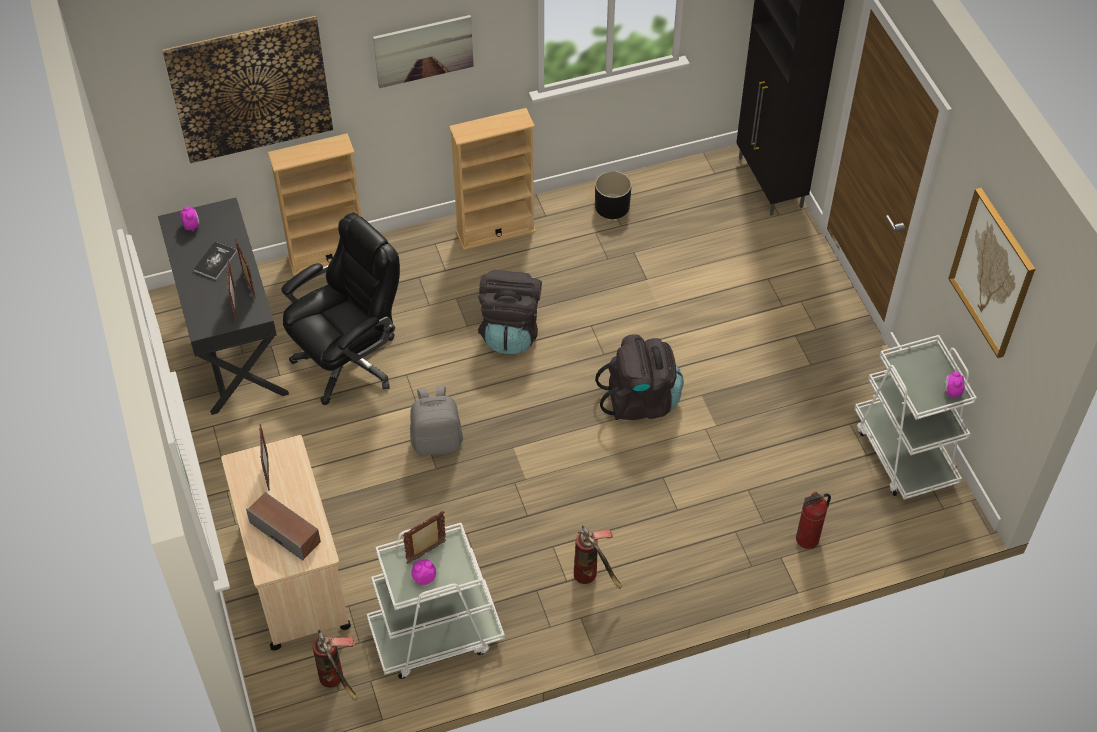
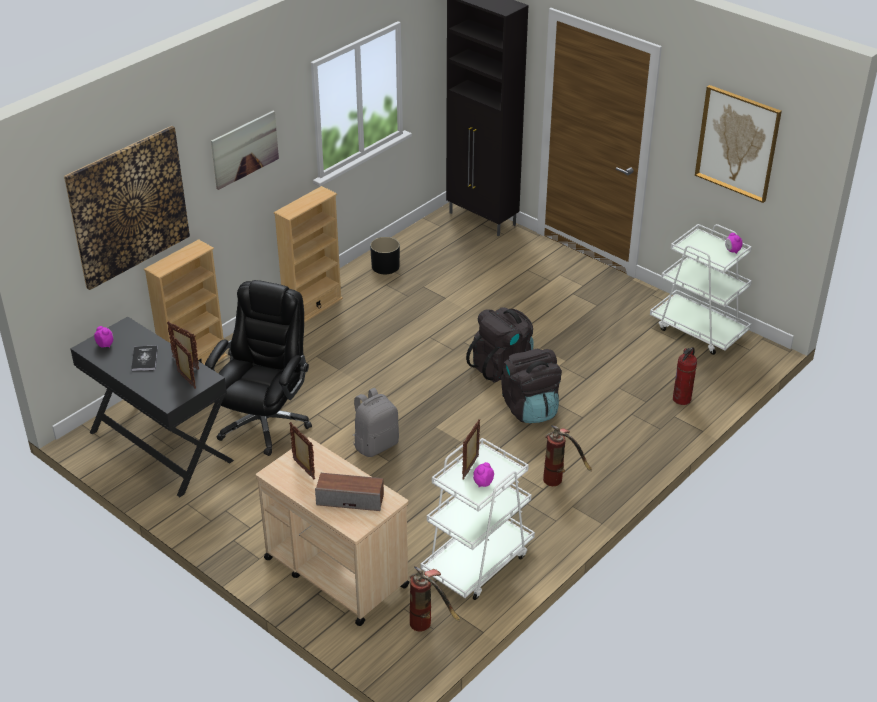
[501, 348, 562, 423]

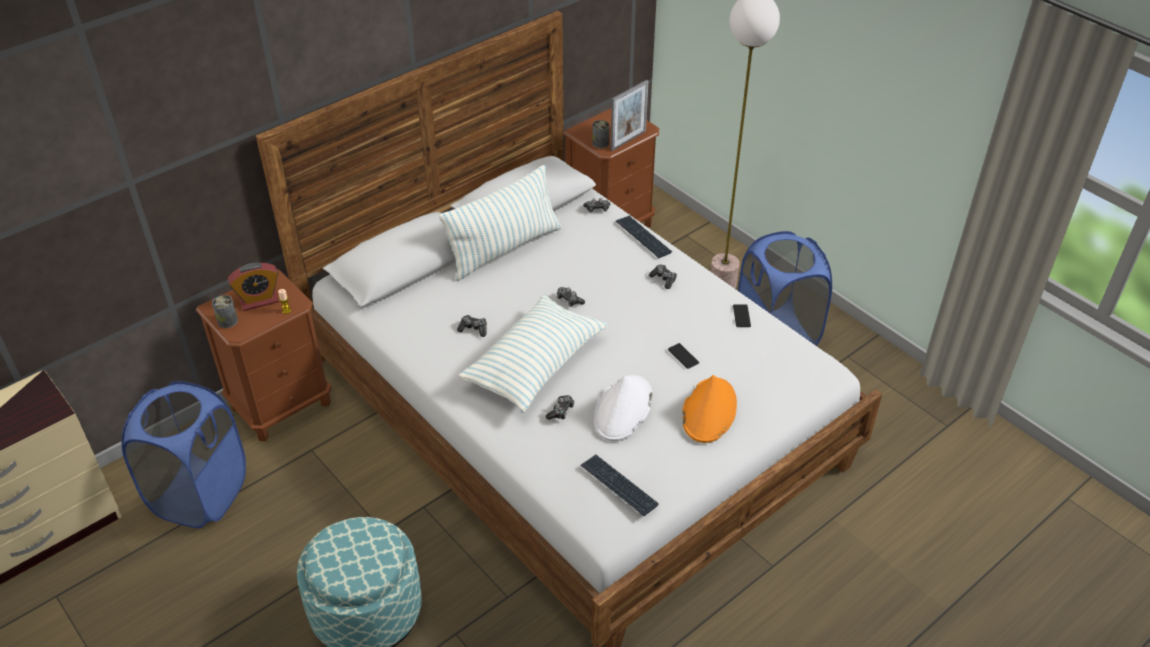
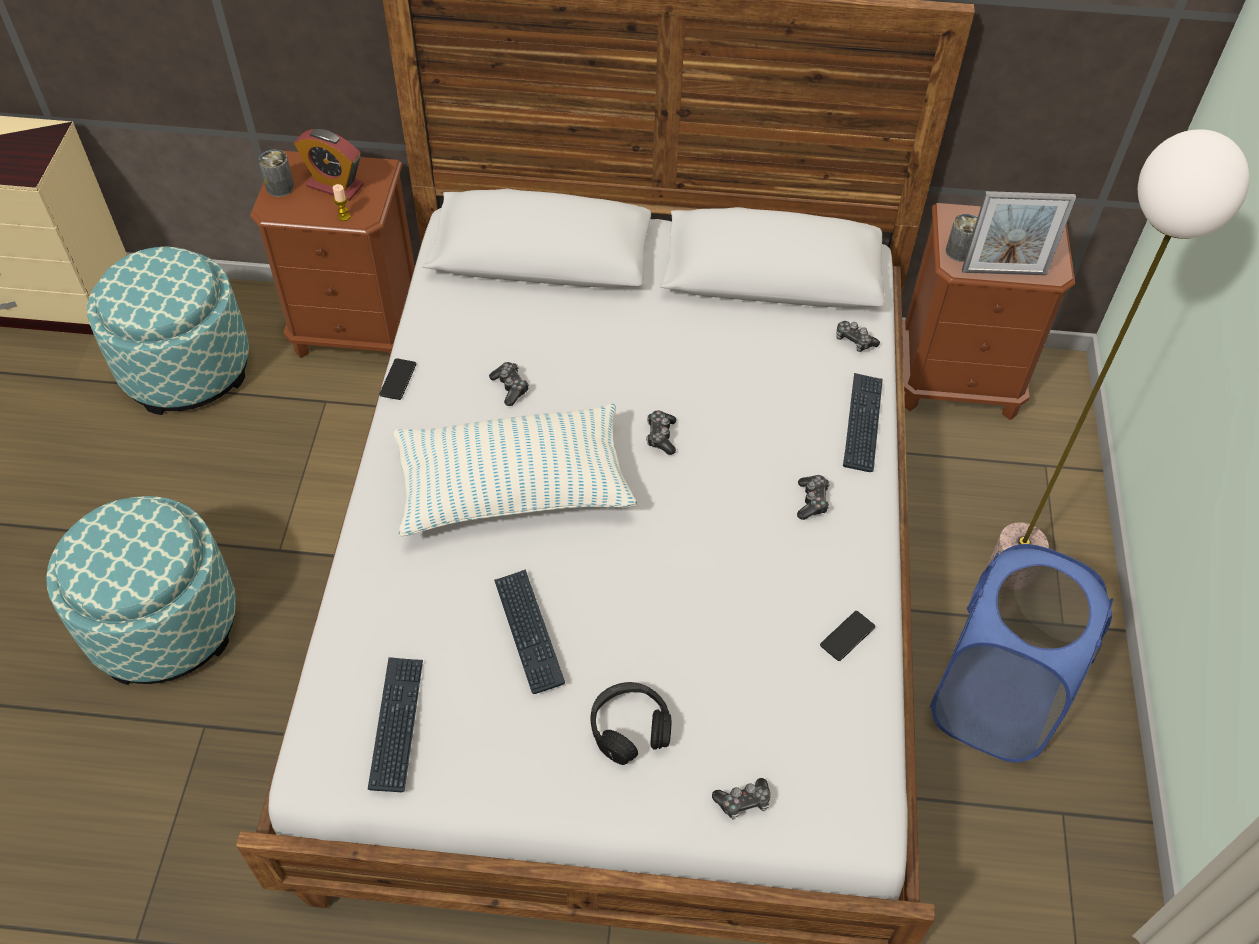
[87, 247, 249, 415]
[379, 358, 416, 400]
[494, 569, 565, 694]
[591, 682, 672, 765]
[712, 778, 771, 819]
[439, 164, 562, 281] (first image)

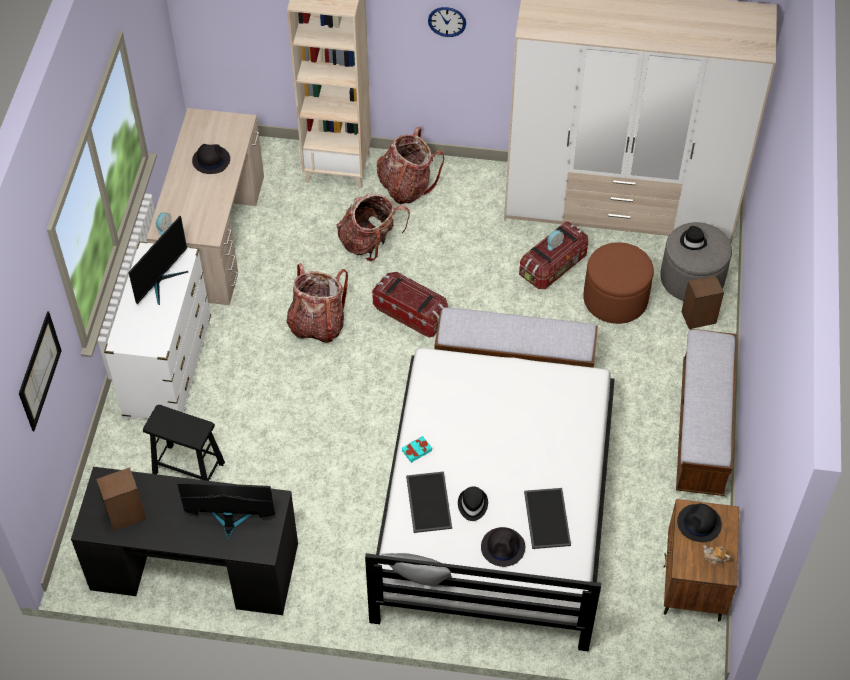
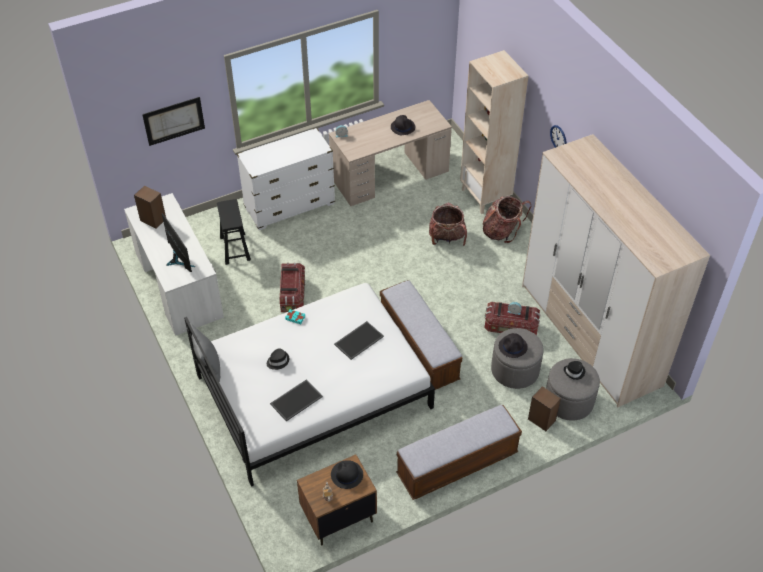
[124, 193, 224, 336]
[279, 263, 305, 312]
[334, 321, 384, 360]
[491, 328, 544, 389]
[499, 333, 528, 358]
[128, 216, 188, 305] (first image)
[287, 263, 348, 343] (first image)

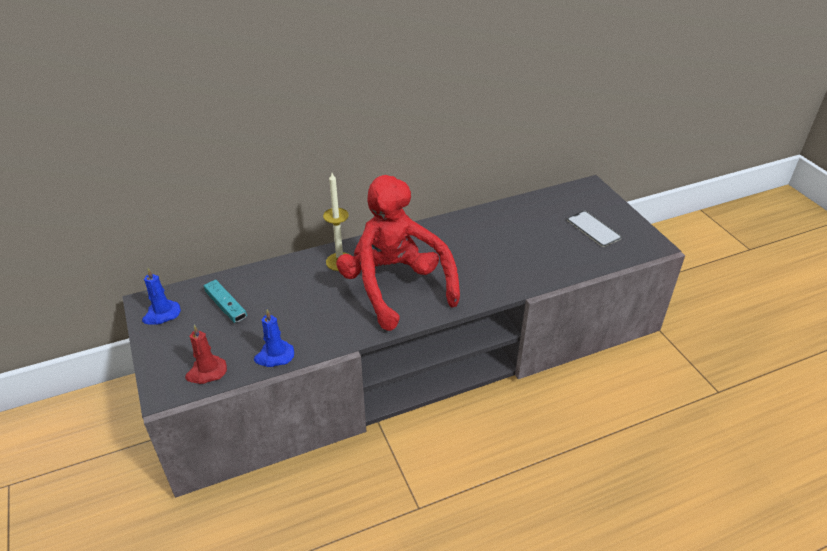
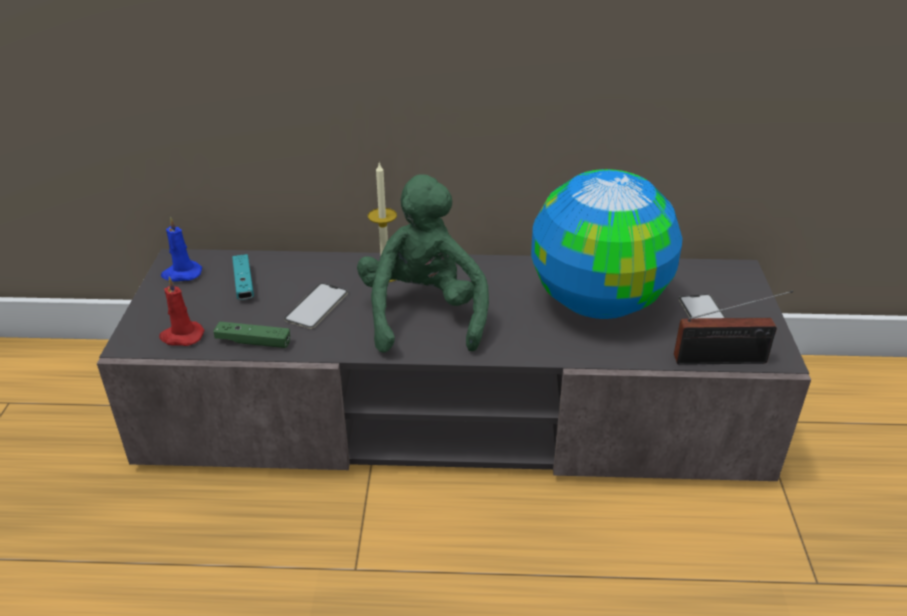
[213, 322, 290, 348]
[284, 283, 348, 329]
[357, 174, 489, 353]
[531, 169, 682, 319]
[674, 290, 793, 365]

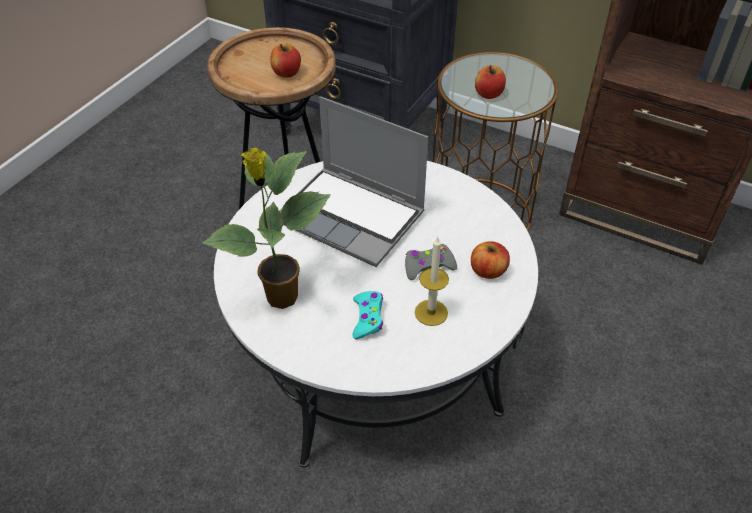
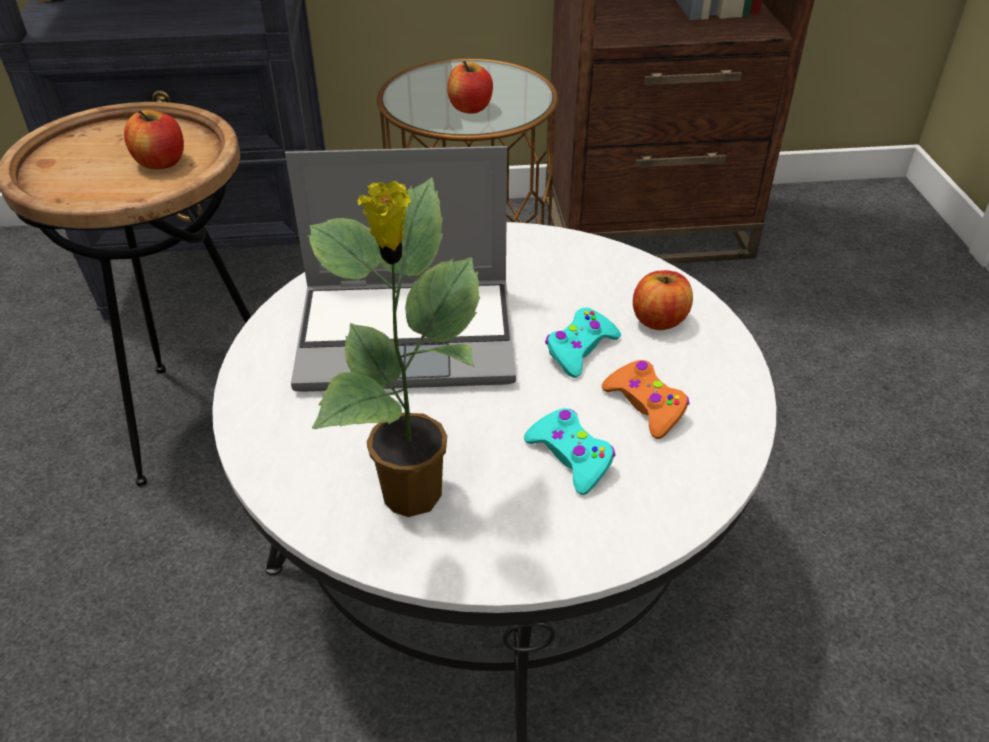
[545, 307, 621, 378]
[602, 360, 689, 439]

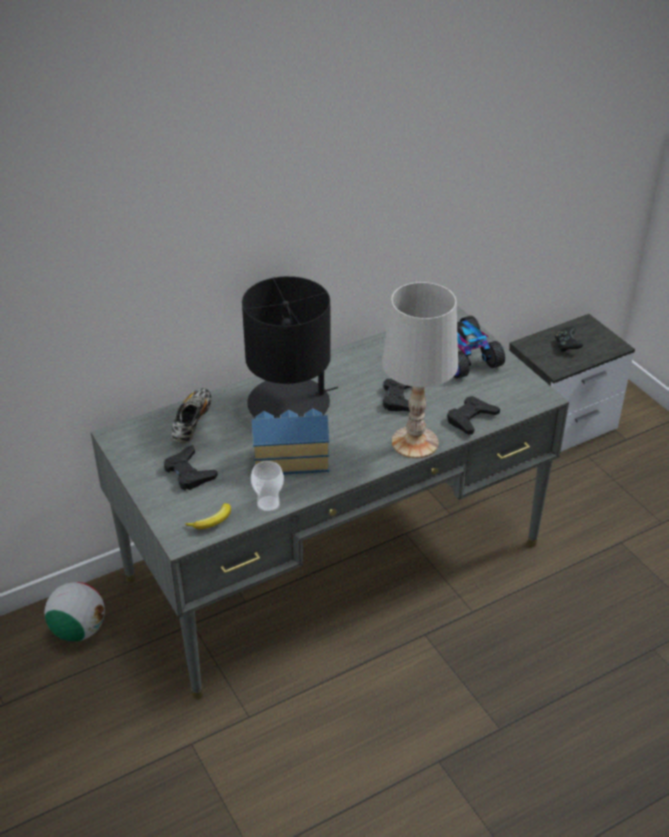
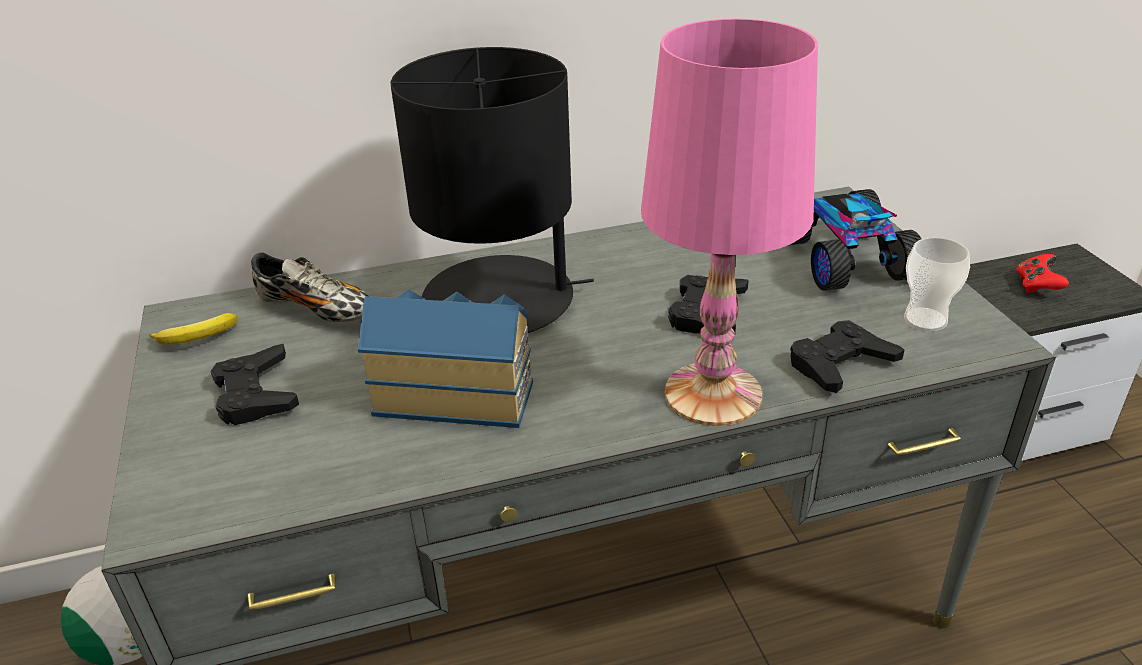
[149, 313, 237, 344]
[251, 252, 368, 322]
[641, 18, 818, 426]
[904, 237, 970, 331]
[1016, 254, 1069, 293]

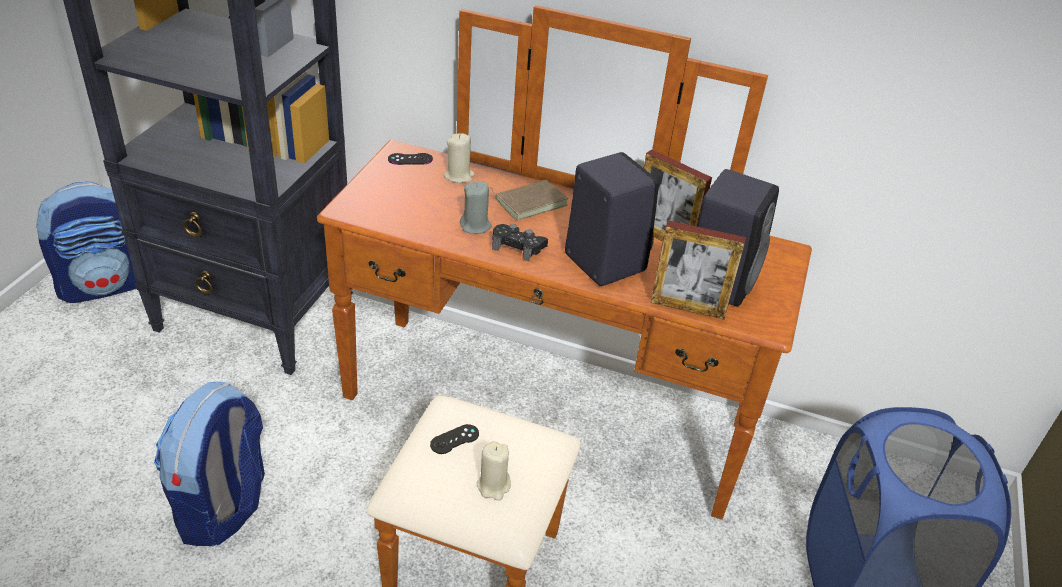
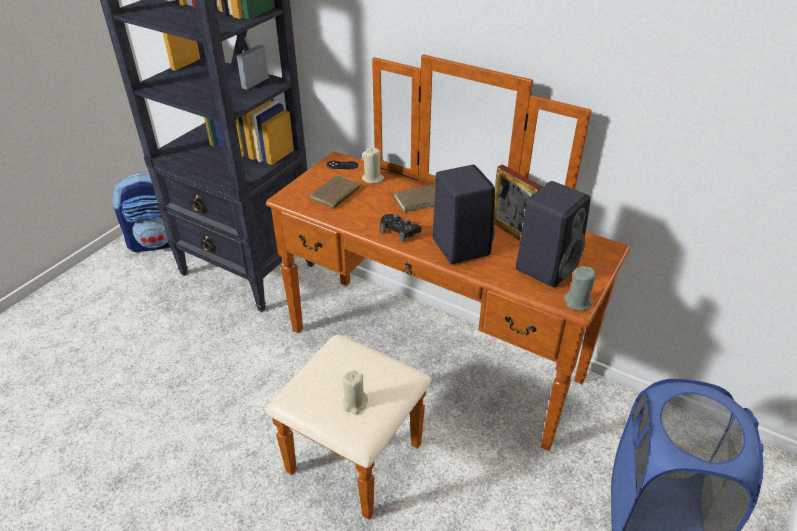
[310, 175, 368, 208]
[564, 266, 596, 311]
[154, 382, 265, 546] (first image)
[430, 424, 479, 454] (first image)
[651, 220, 746, 320] (first image)

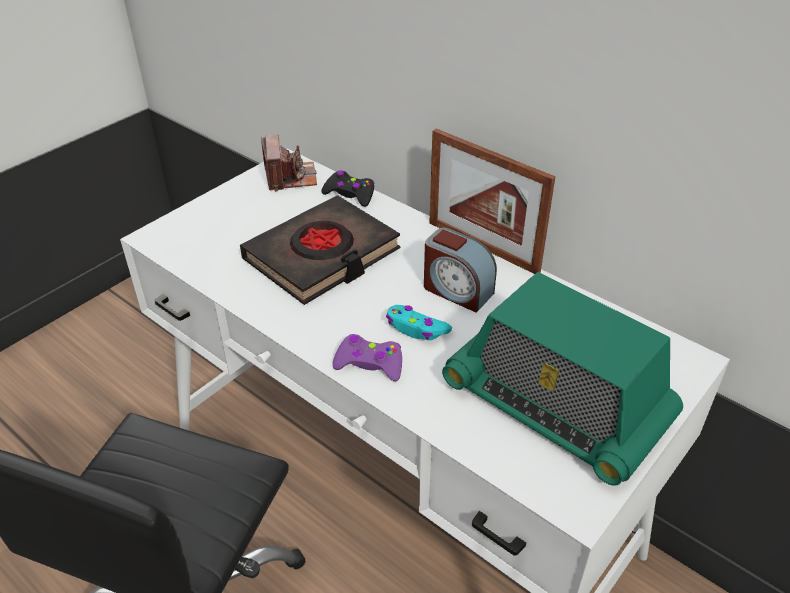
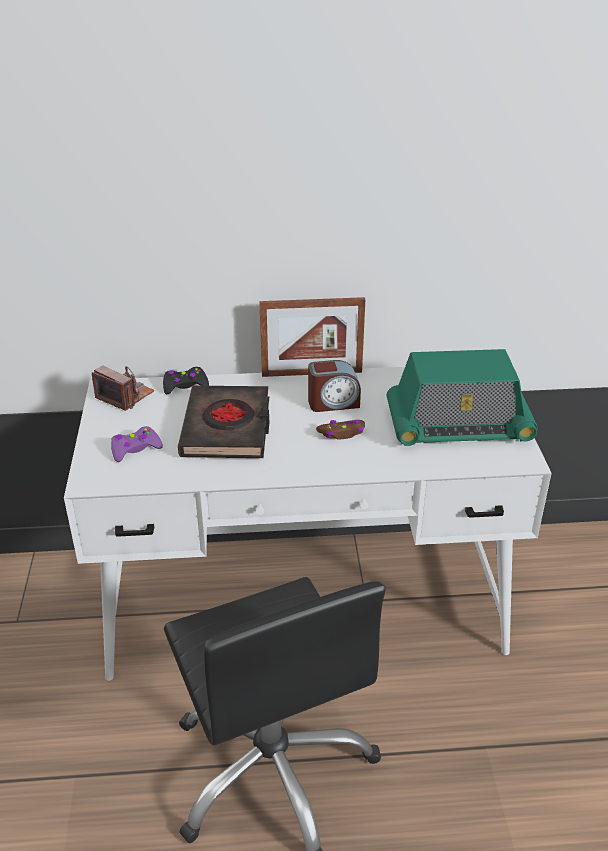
[111, 426, 163, 462]
[316, 420, 365, 440]

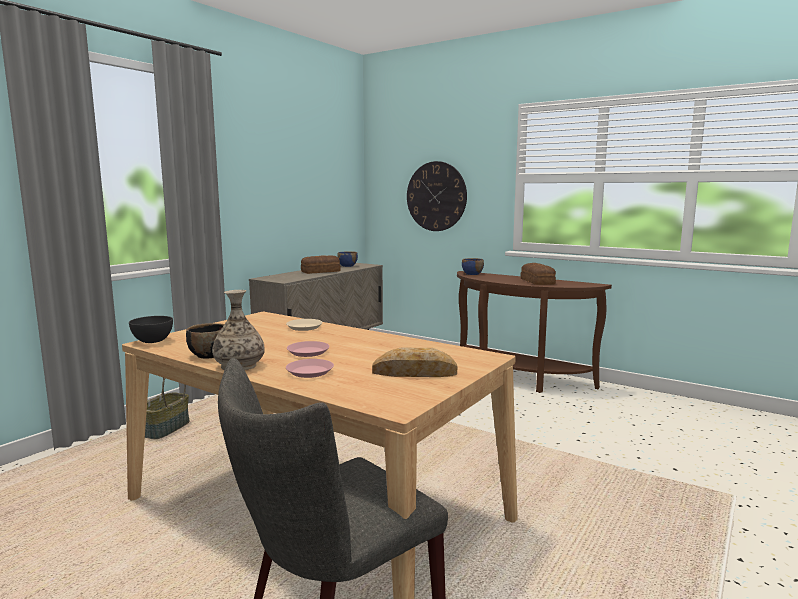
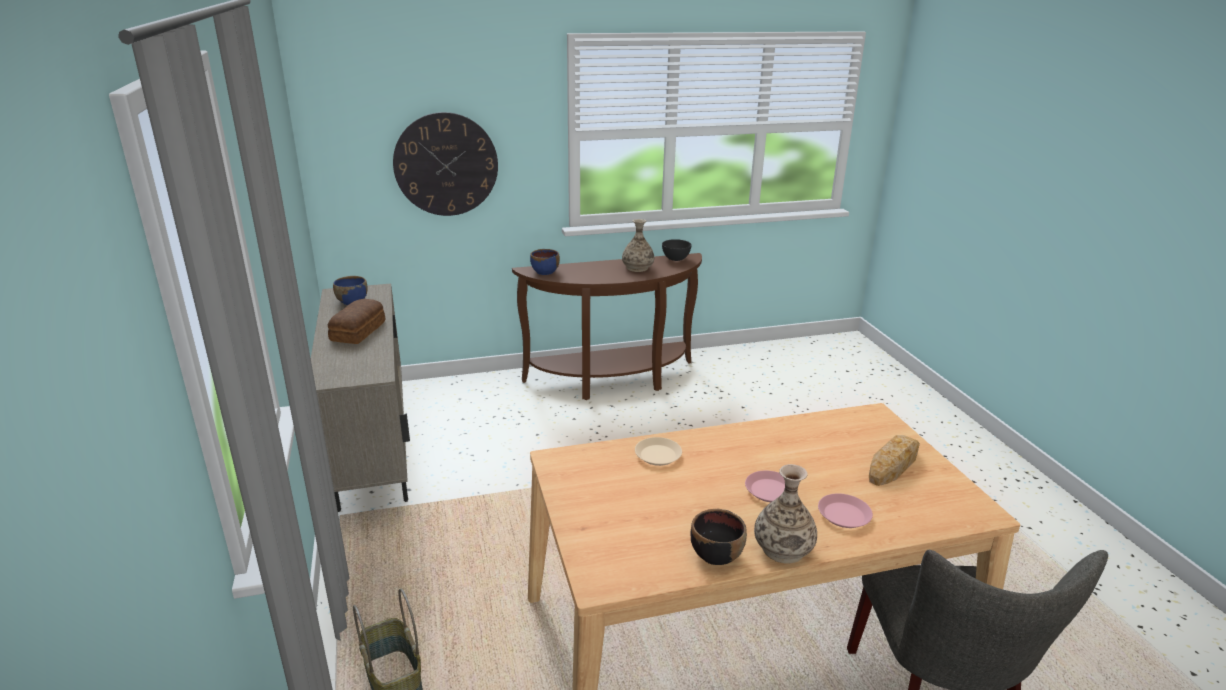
[622, 219, 654, 272]
[662, 239, 692, 261]

